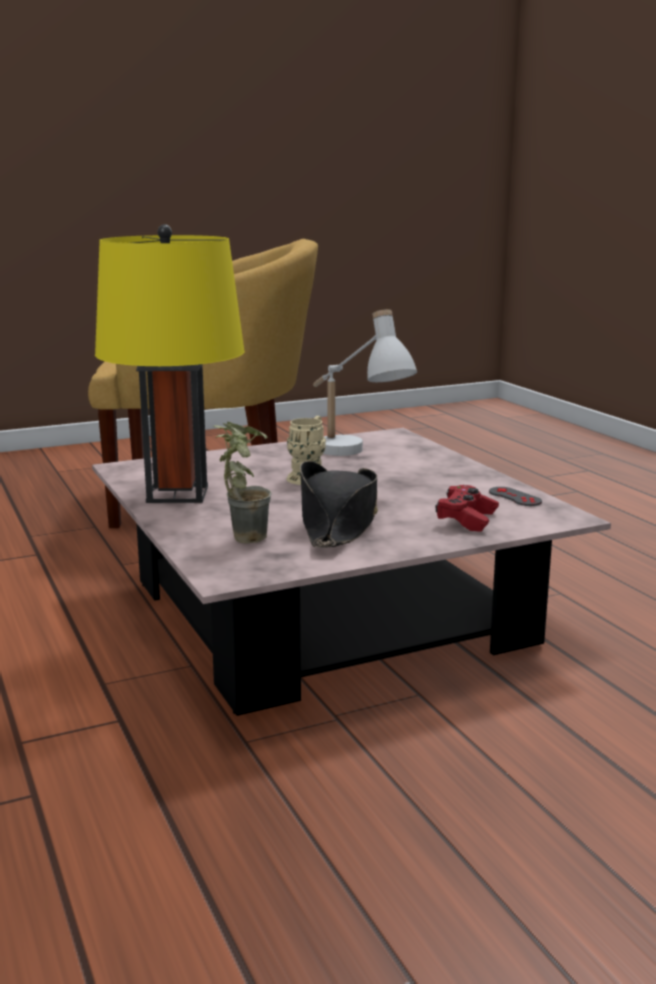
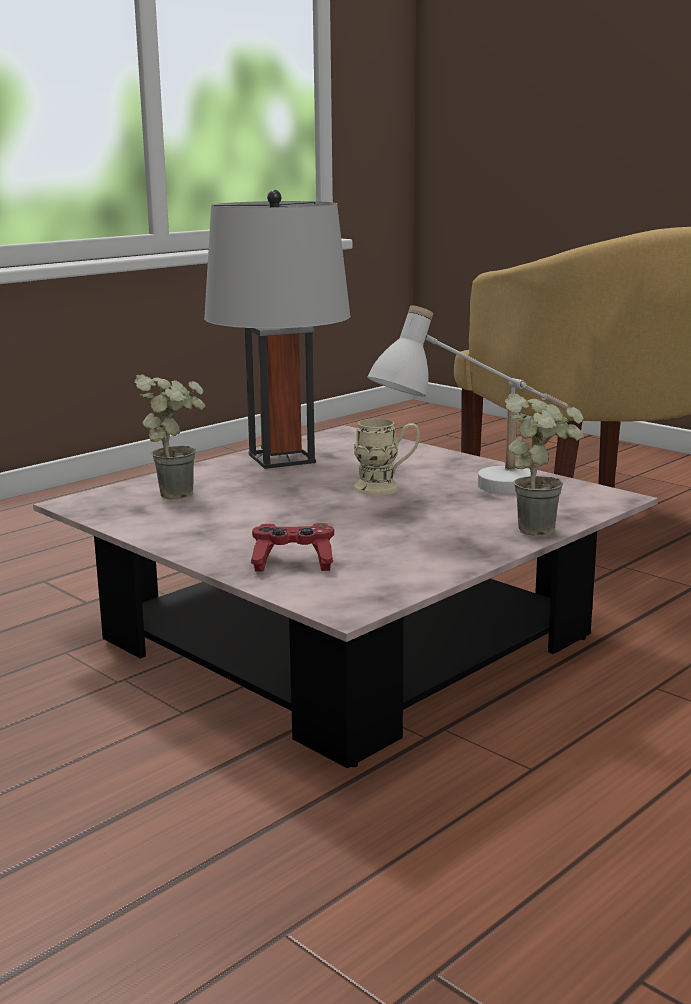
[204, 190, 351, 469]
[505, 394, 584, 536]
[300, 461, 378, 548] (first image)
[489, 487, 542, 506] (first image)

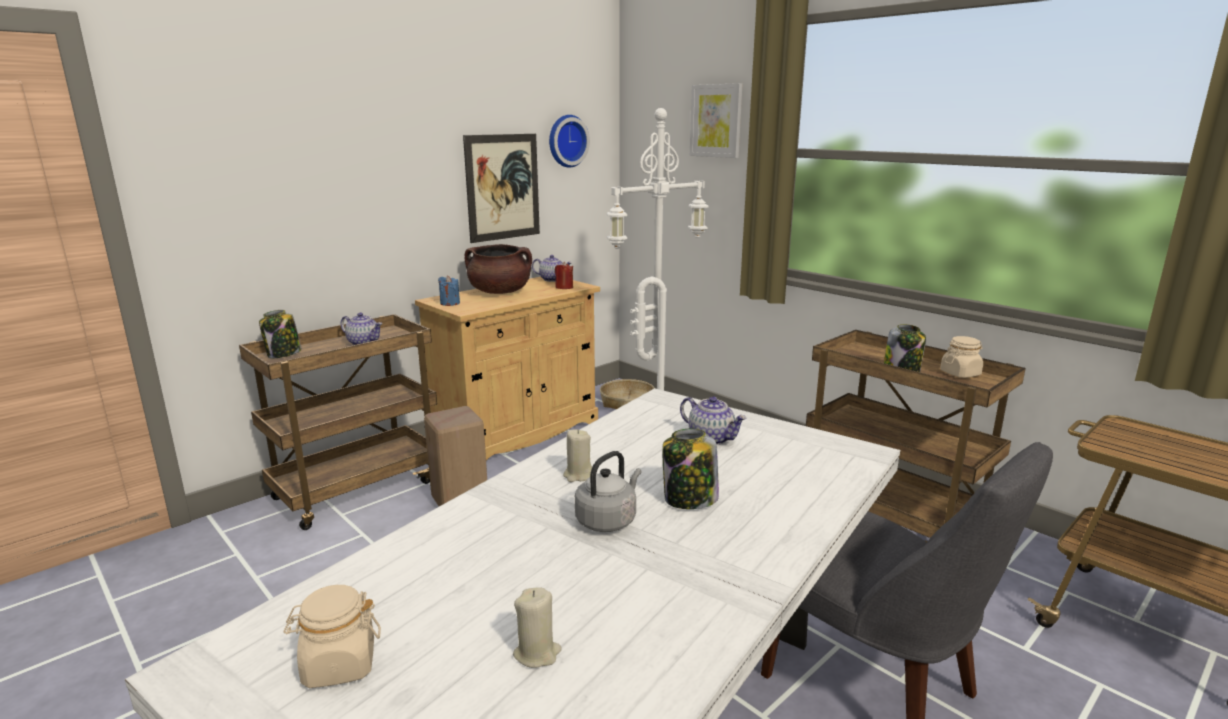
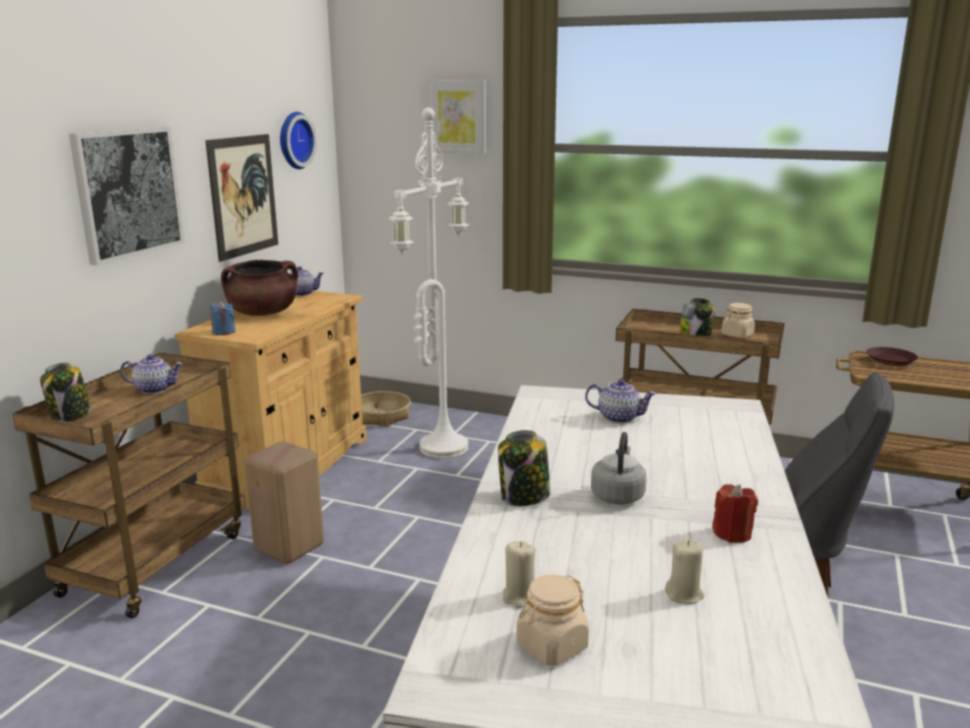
[69, 127, 185, 266]
[498, 430, 551, 506]
[503, 541, 536, 608]
[712, 484, 758, 543]
[866, 347, 918, 366]

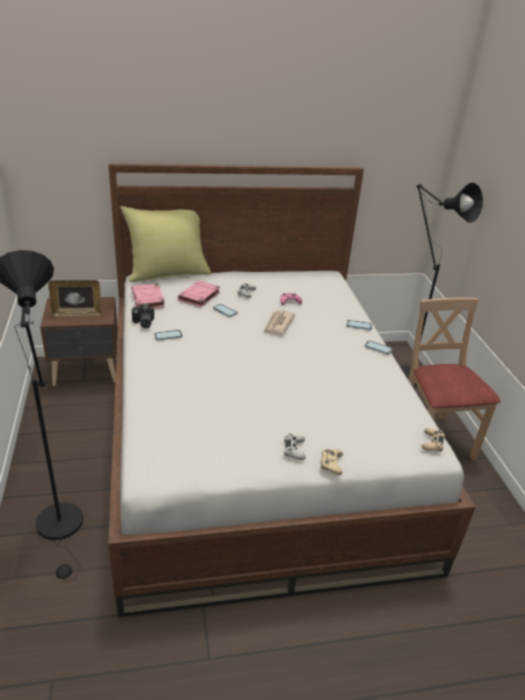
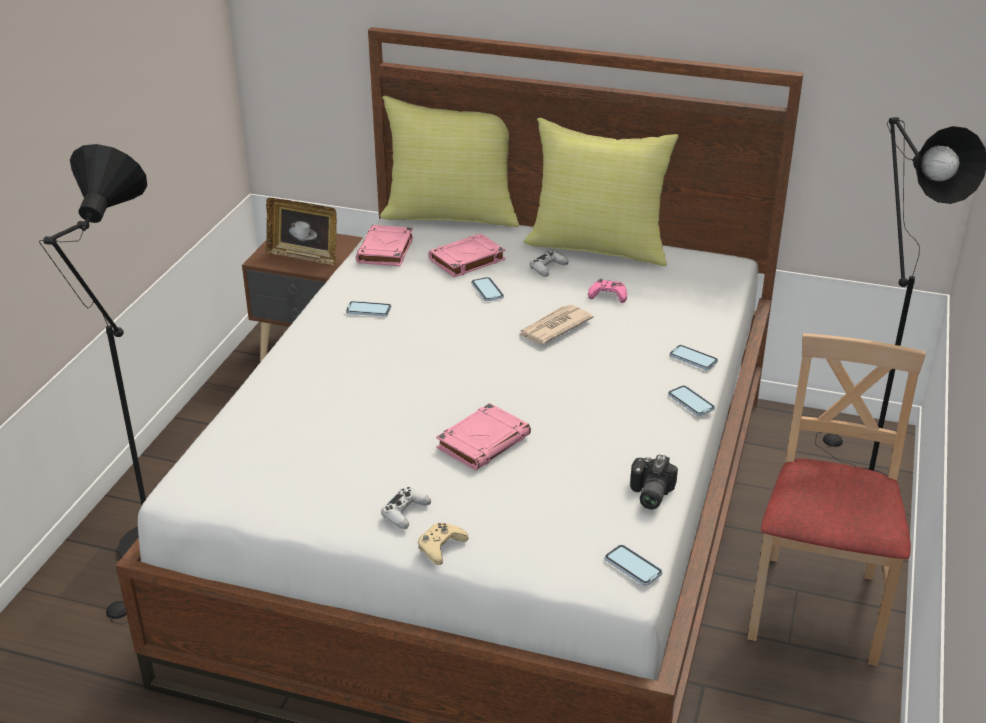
[436, 403, 531, 470]
[524, 118, 679, 266]
[605, 545, 663, 586]
[630, 455, 678, 509]

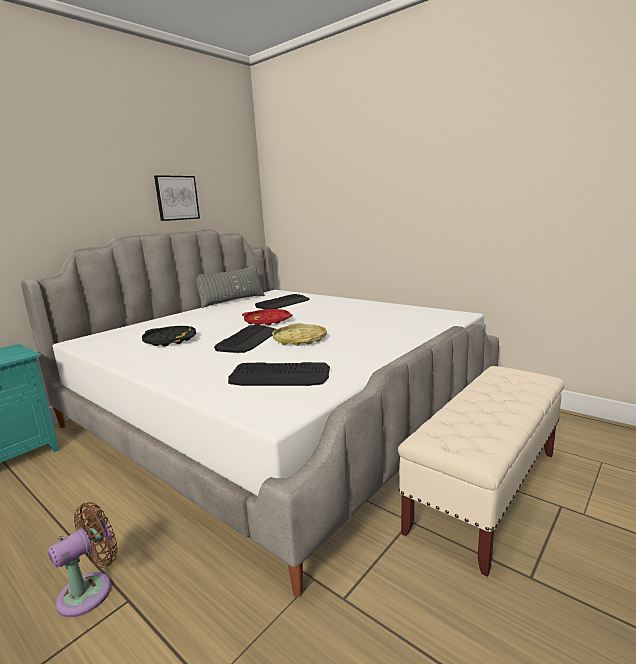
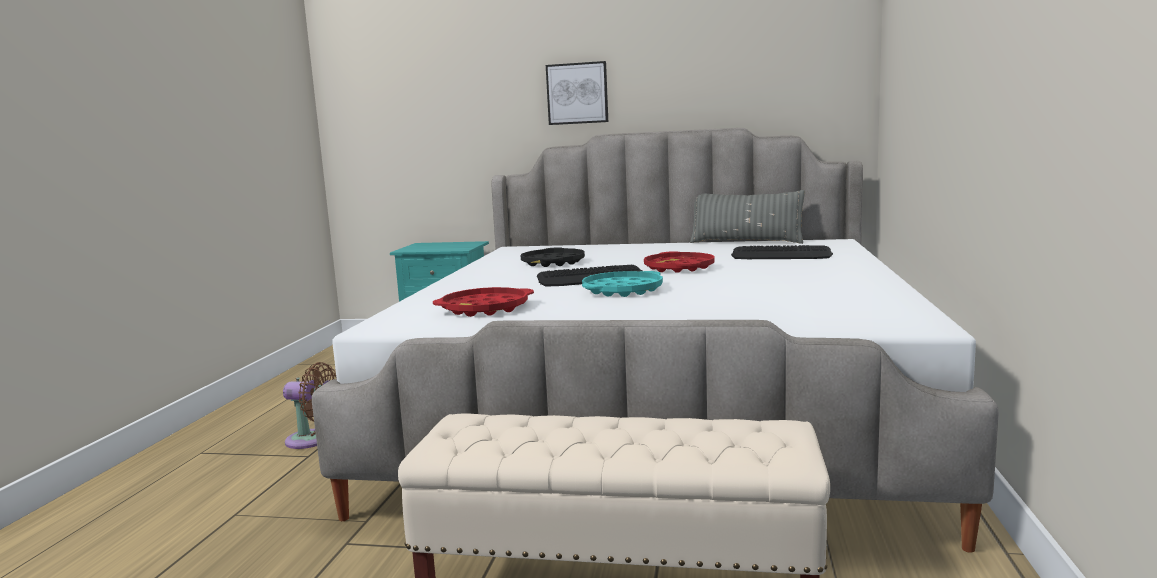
[433, 287, 534, 317]
[546, 61, 608, 125]
[582, 271, 663, 297]

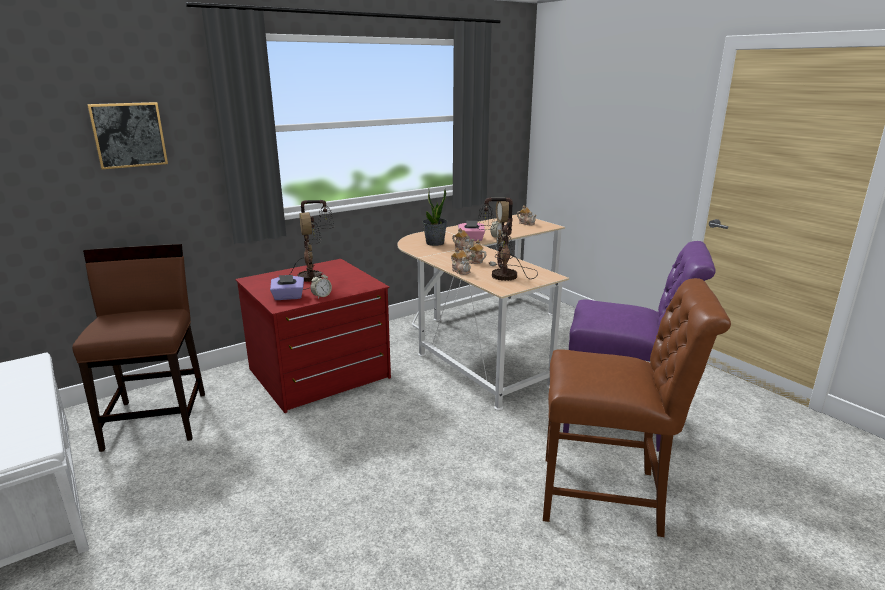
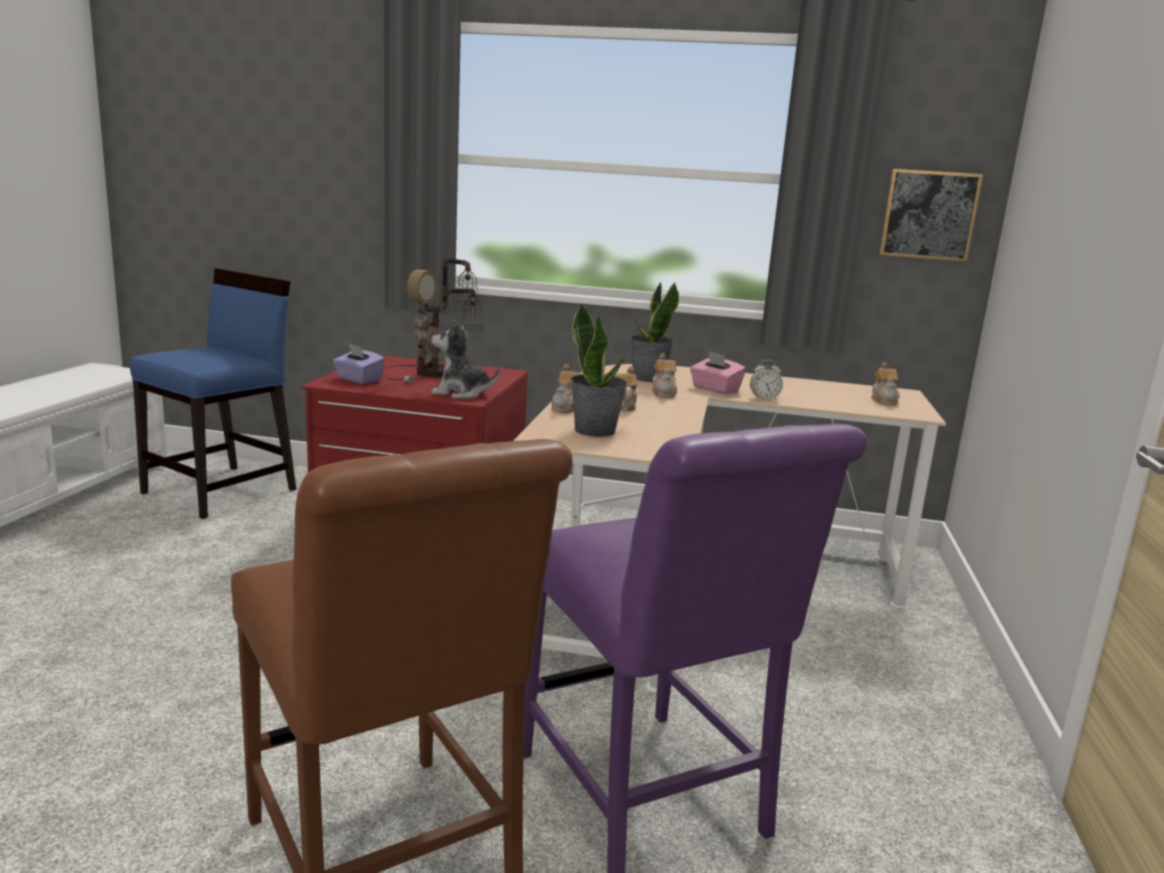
[130, 268, 296, 519]
[431, 319, 500, 399]
[570, 302, 628, 437]
[879, 169, 983, 262]
[310, 272, 332, 299] (first image)

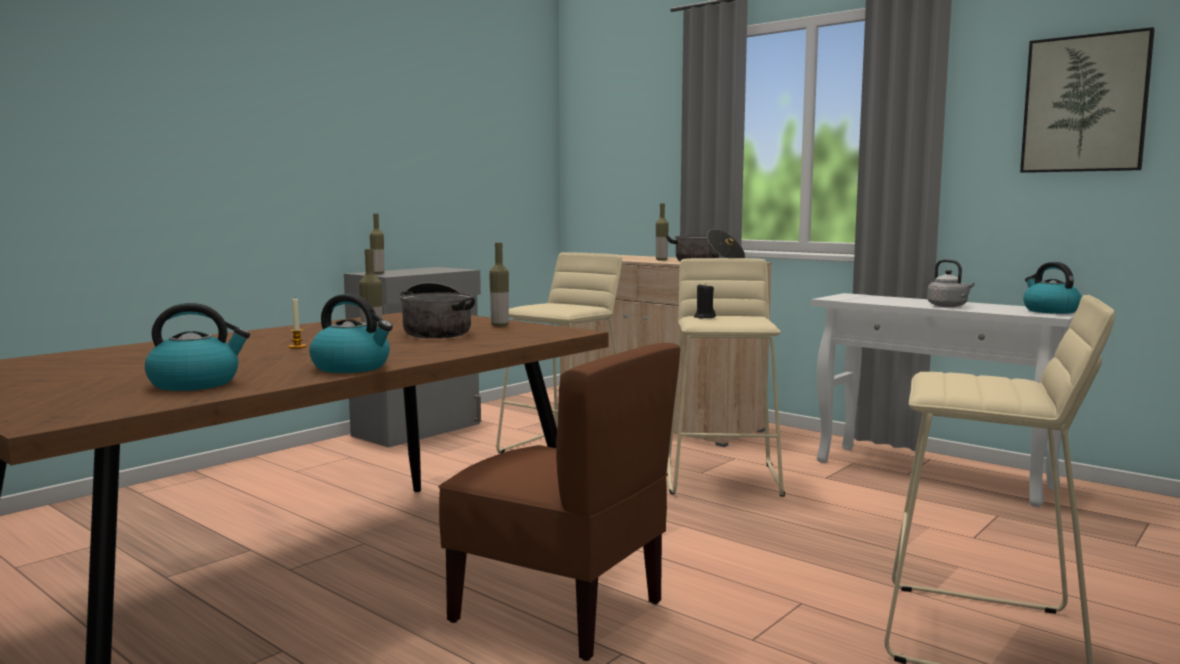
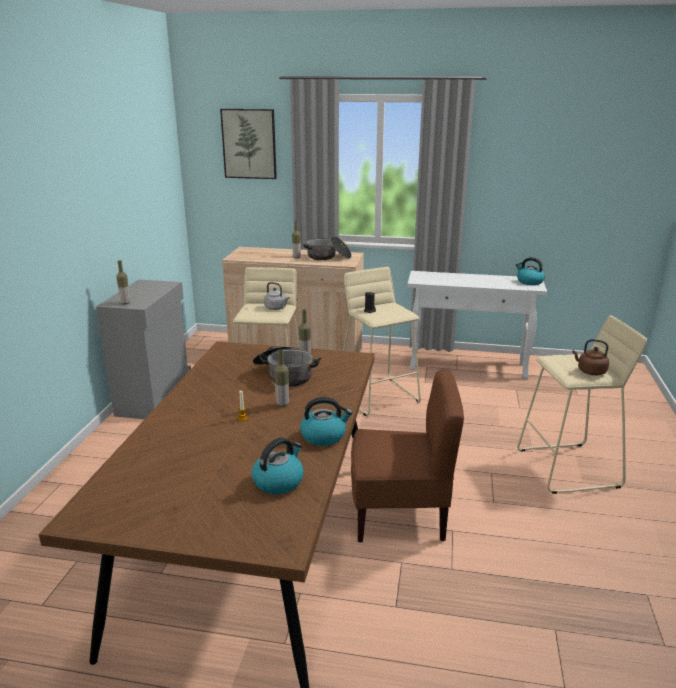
[220, 109, 277, 179]
[264, 282, 290, 310]
[572, 339, 609, 375]

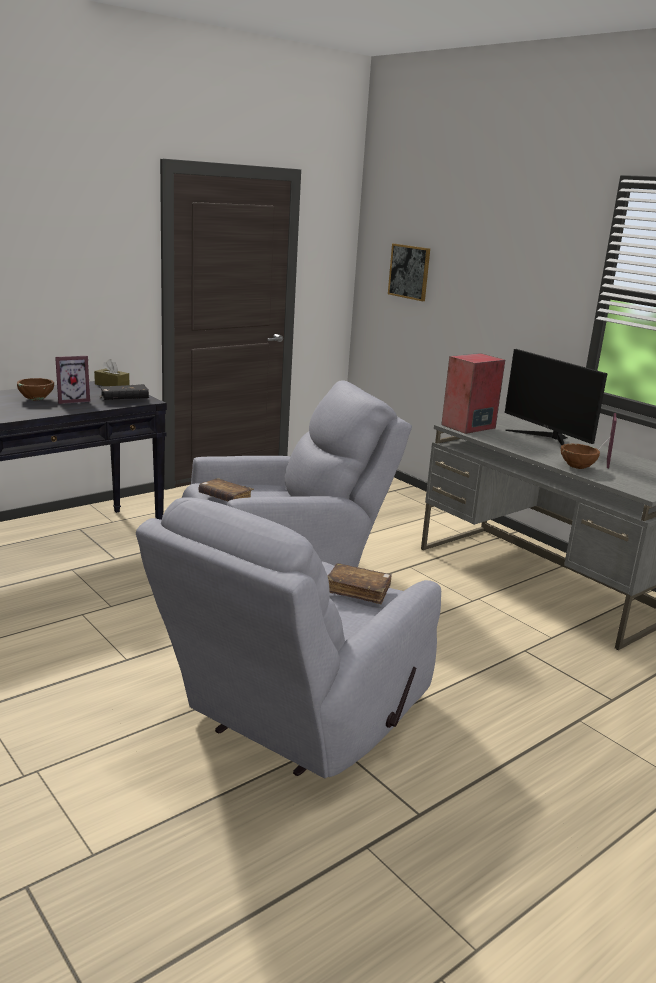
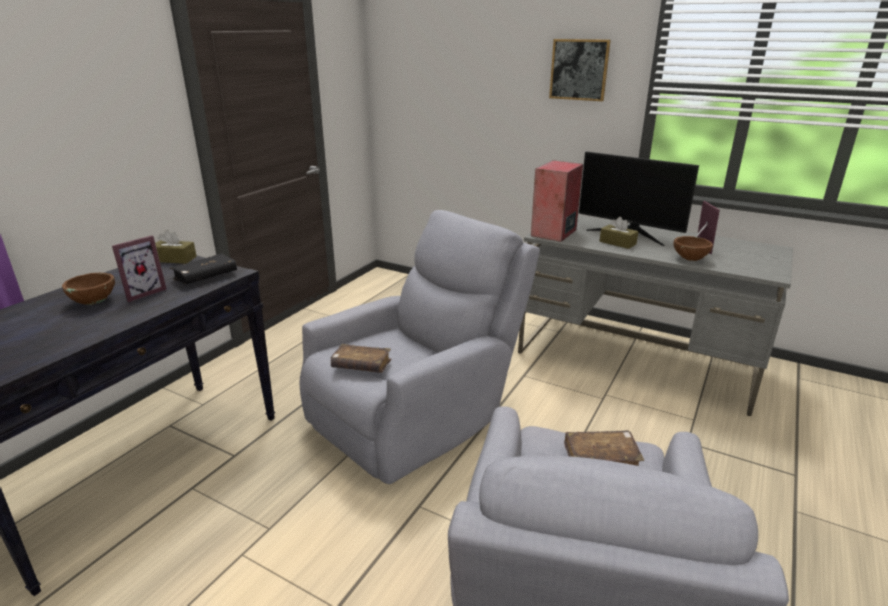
[549, 39, 611, 101]
[599, 217, 638, 249]

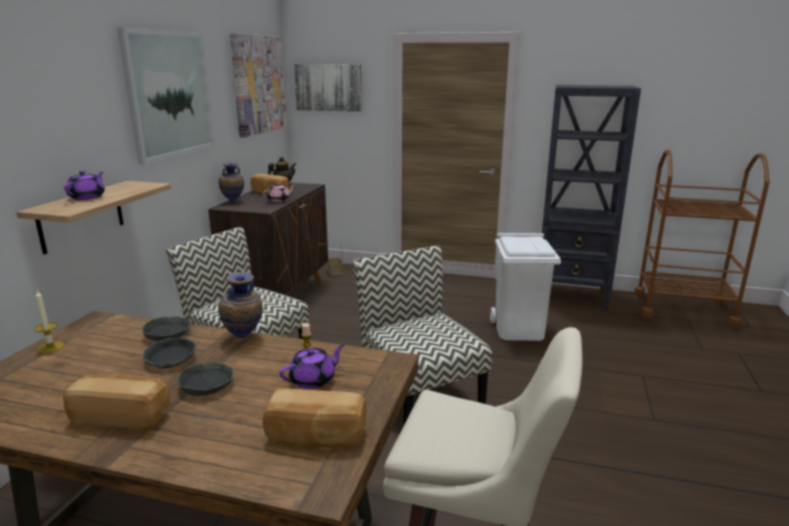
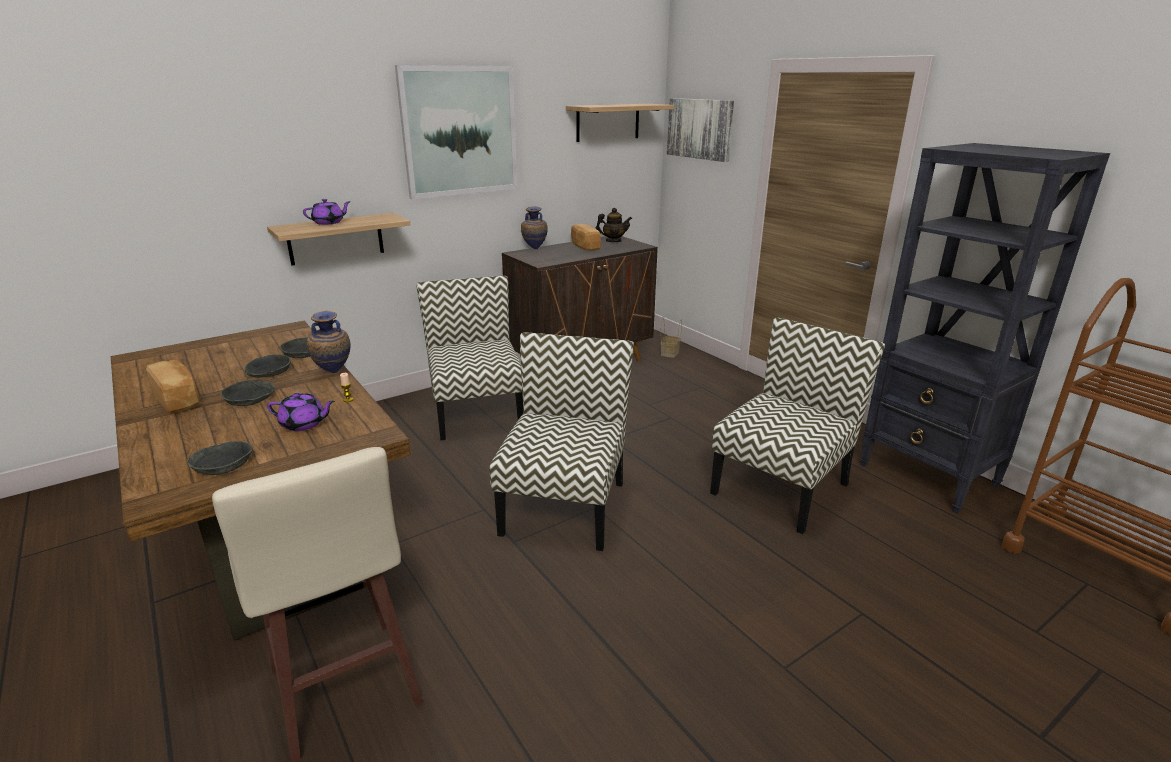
[187, 441, 252, 475]
[566, 104, 674, 142]
[710, 317, 885, 534]
[34, 290, 64, 353] (first image)
[263, 183, 296, 202] (first image)

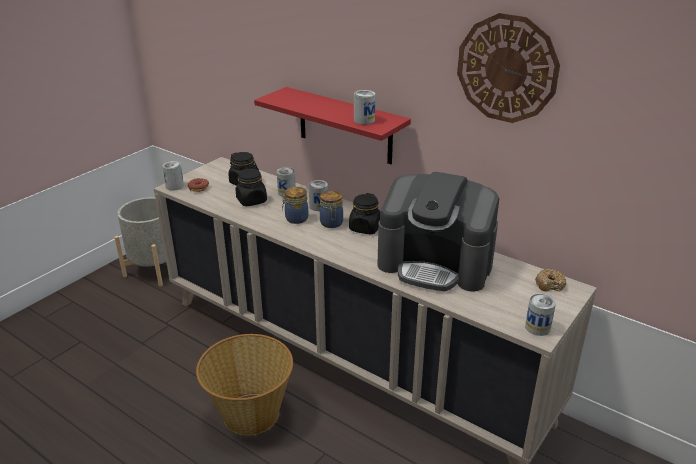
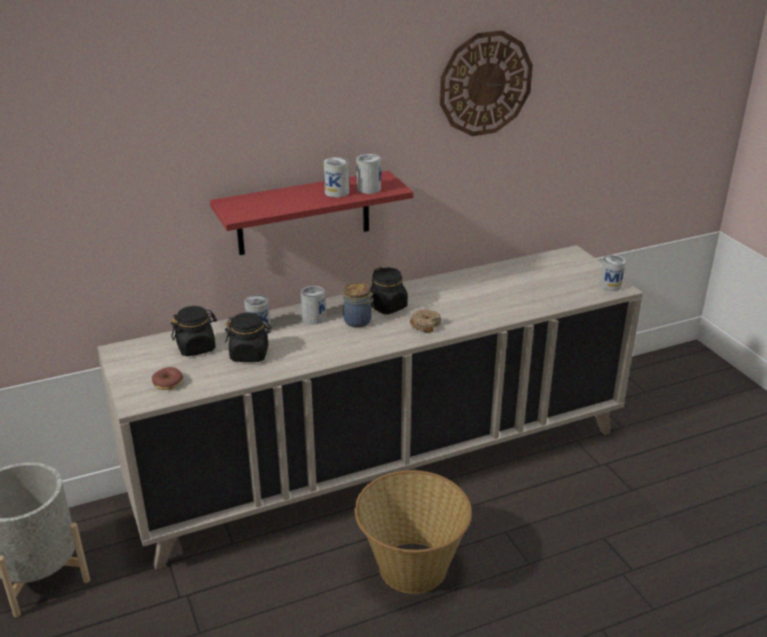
[324, 157, 349, 198]
[410, 309, 442, 333]
[282, 187, 308, 224] (first image)
[377, 172, 499, 292] (first image)

